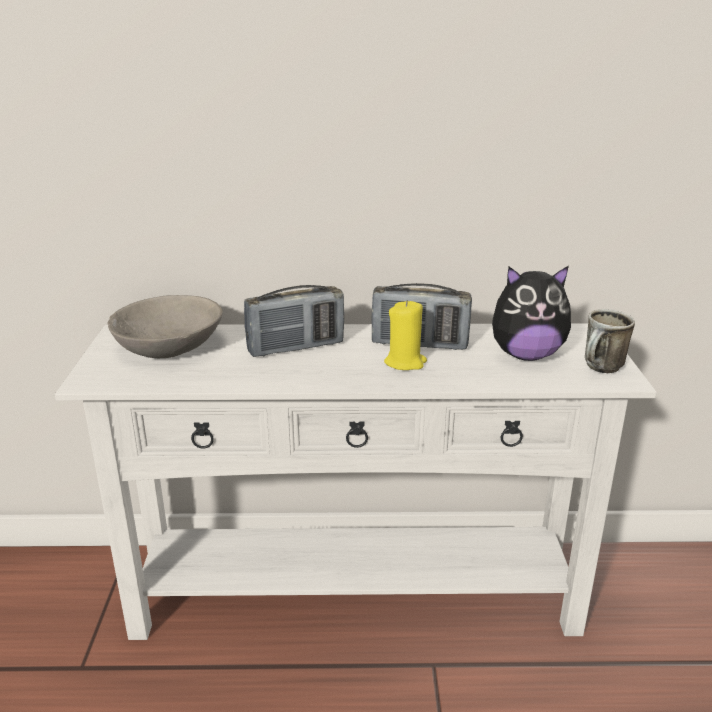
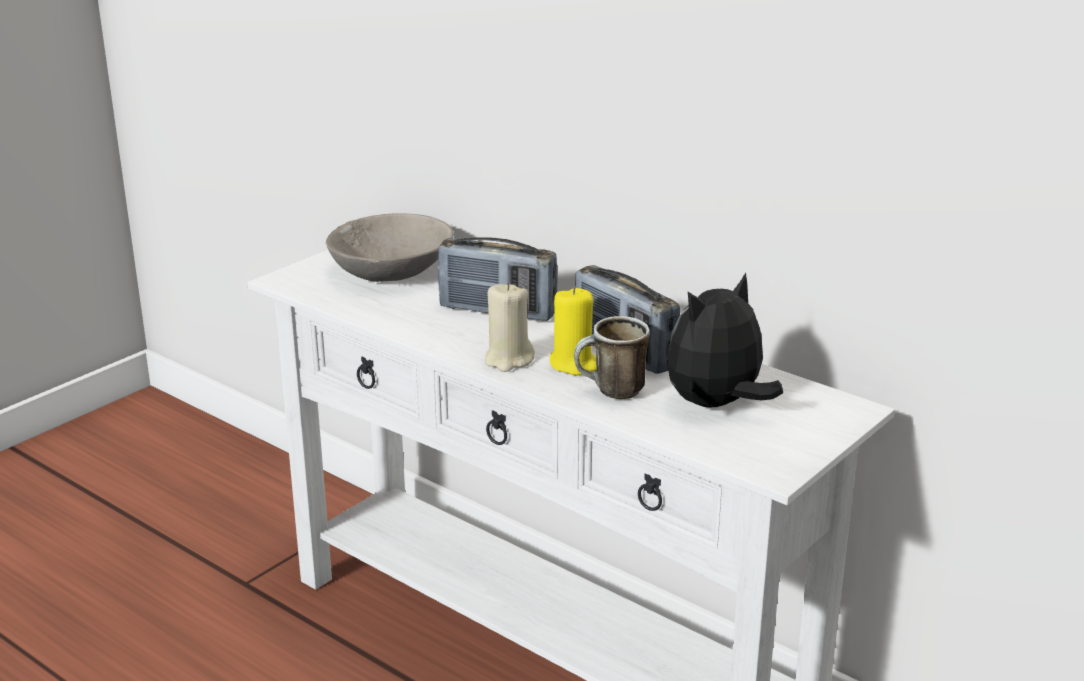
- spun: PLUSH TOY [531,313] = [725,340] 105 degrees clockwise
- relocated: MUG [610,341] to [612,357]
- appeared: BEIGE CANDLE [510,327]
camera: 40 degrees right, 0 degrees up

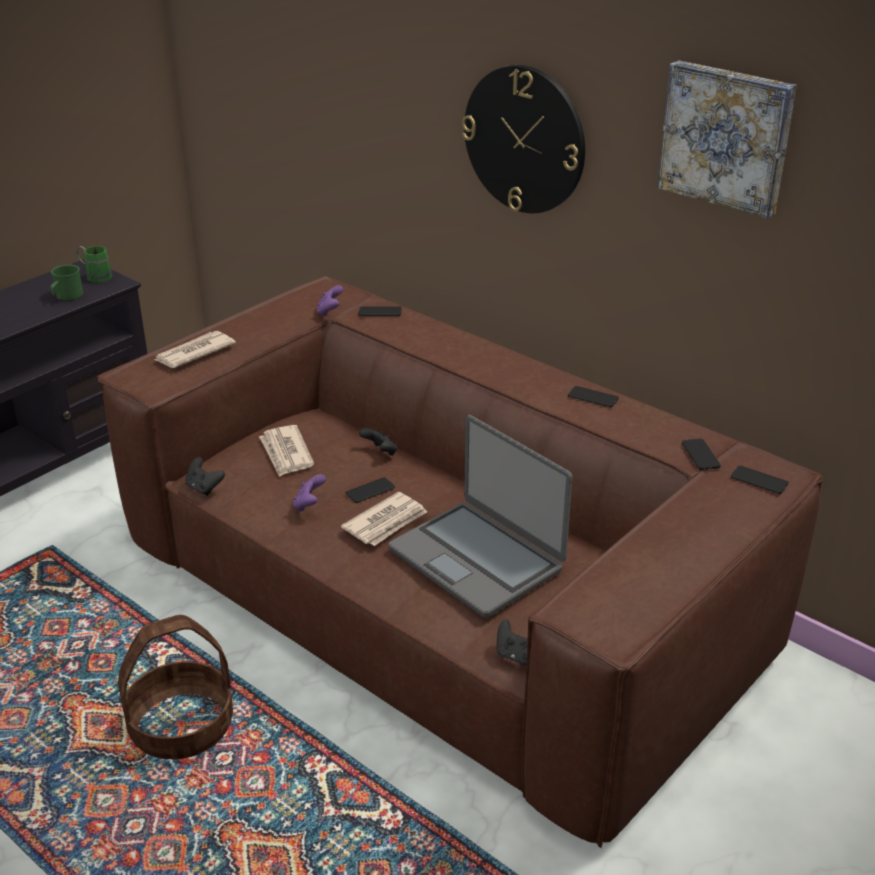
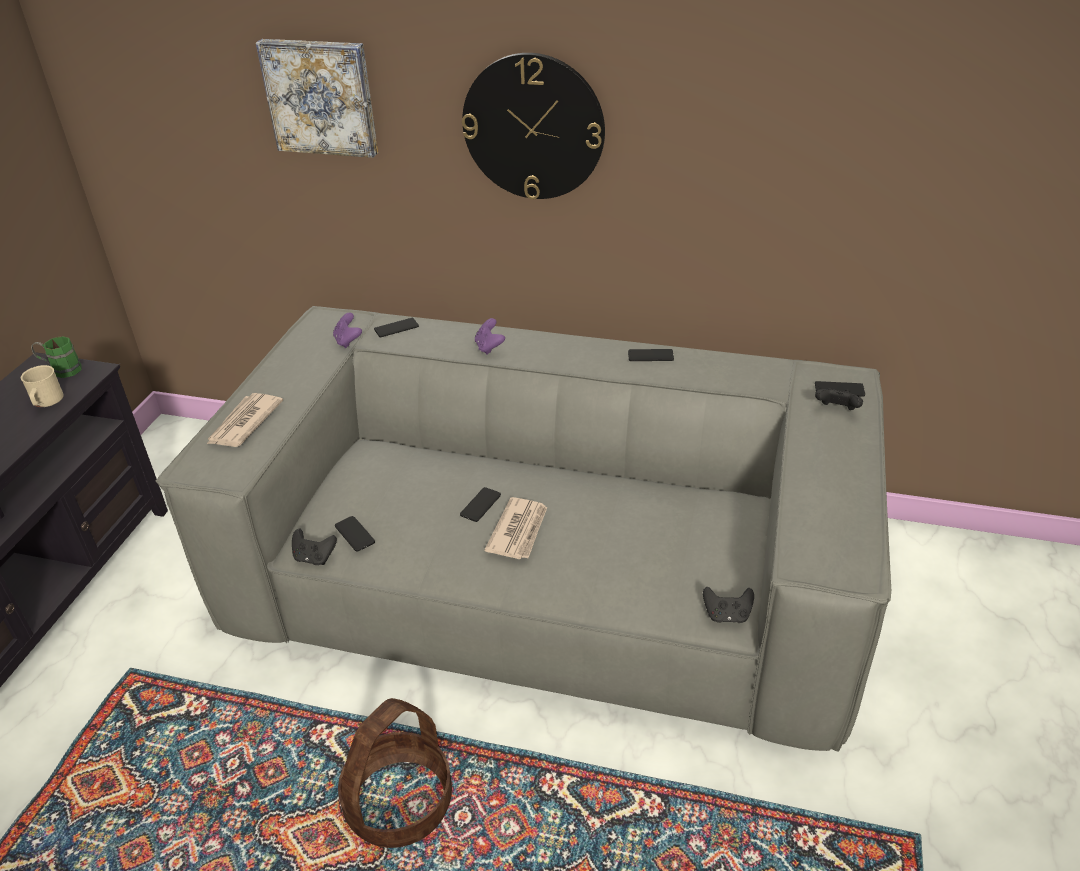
- relocated: PICTURE [727,139] to [317,98]
- colour: GREEN MUG [67,283] to BEIGE MUG [42,386]
- colour: BROWN SOFA [460,562] to GREY SOFA [523,529]
- missing: LAPTOP [481,516]
- missing: NEWSPAPER [286,451]
- relocated: BLACK GAME CONTROLLER [378,441] to [839,399]
- relocated: PHONE [701,454] to [355,534]
- relocated: PURPLE GAME CONTROLLER [309,493] to [490,336]
camera: 25 degrees left, 5 degrees up

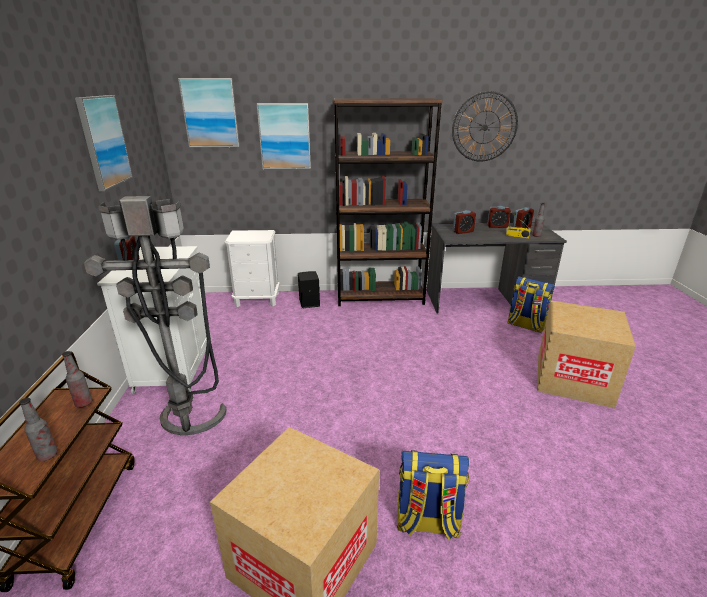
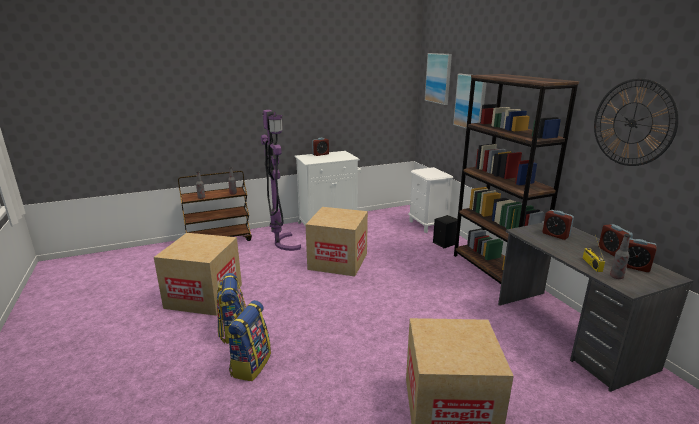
- missing: PICTURE [104,143]
- colour: GREY FLOOR LAMP [155,315] to PURPLE FLOOR LAMP [281,180]
- relocated: BACKPACK [531,305] to [249,340]
- appeared: CARDBOARD BOX [337,241]
camera: 70 degrees right, 5 degrees down

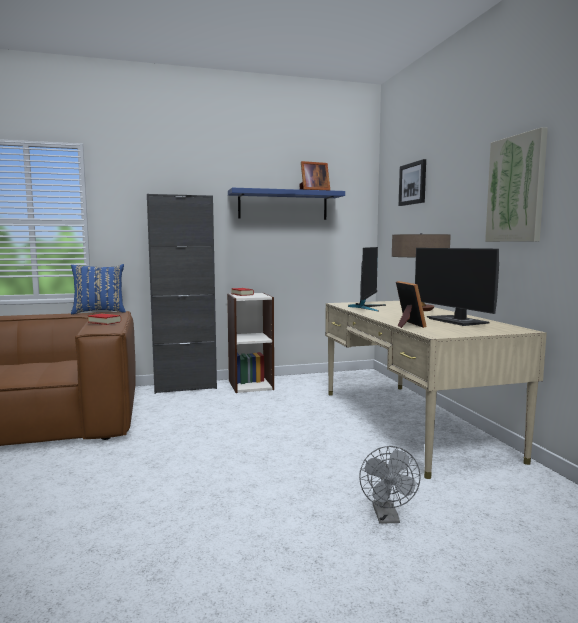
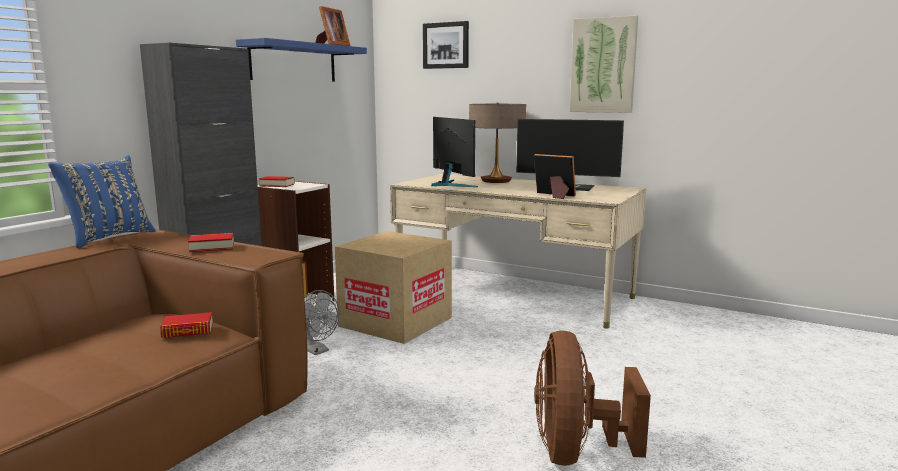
- relocated: GREY FAN [390,484] to [321,322]
- appeared: CARDBOARD BOX [393,287]
- appeared: BOOK [186,325]
- appeared: BROWN FAN [592,398]
camera: 45 degrees left, 5 degrees up

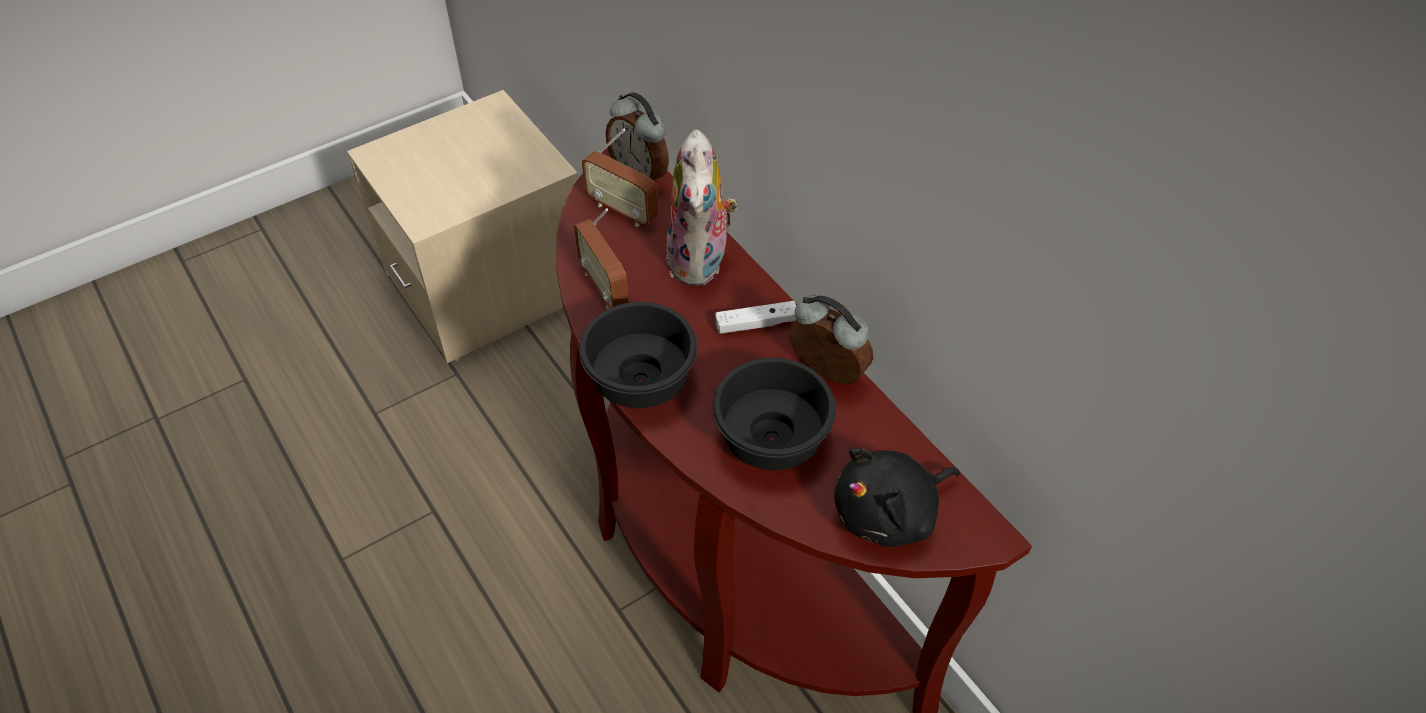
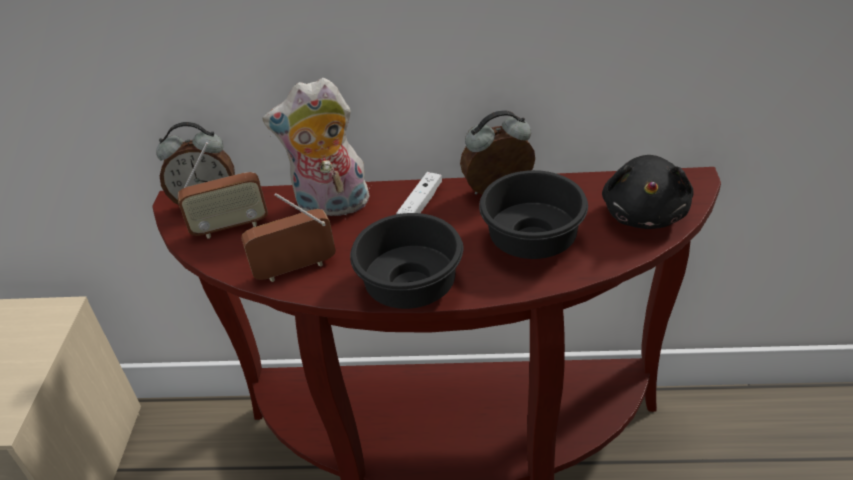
- spun: PLUSH TOY [702,208] = [316,147] 135 degrees clockwise
- spun: RADIO [601,258] = [288,237] 150 degrees clockwise
camera: 50 degrees left, 10 degrees down

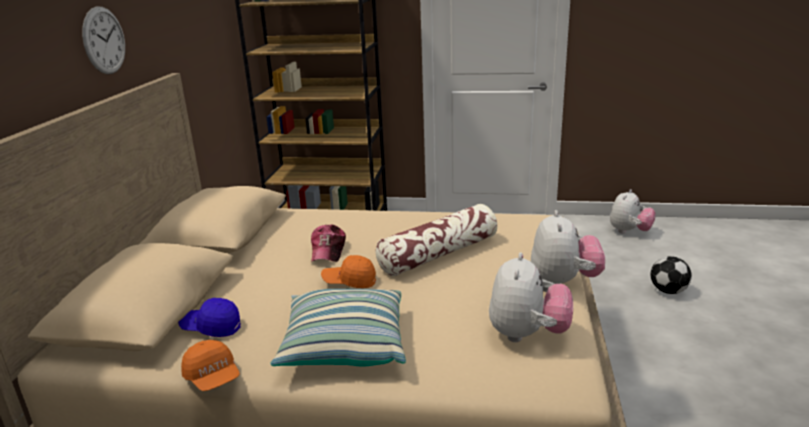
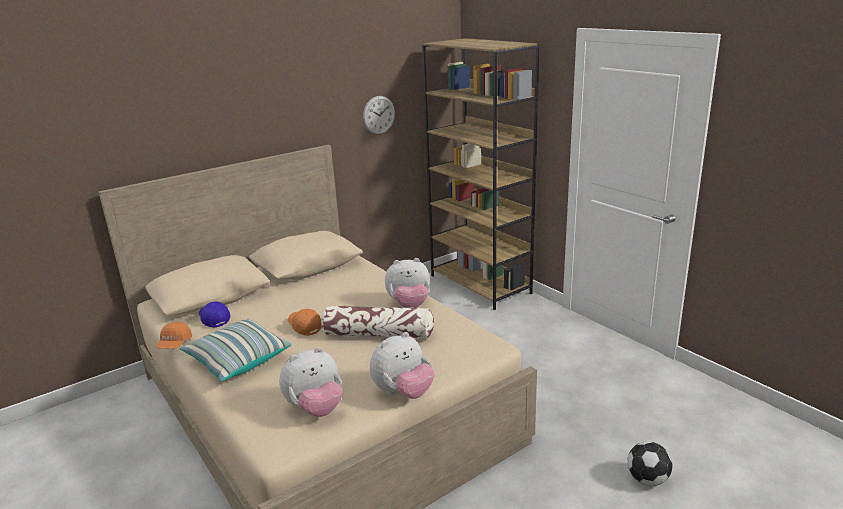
- relocated: WALL CLOCK [103,40] to [379,115]
- relocated: PLUSH TOY [633,211] to [407,283]
- missing: CAP [328,243]
camera: 45 degrees right, 0 degrees up

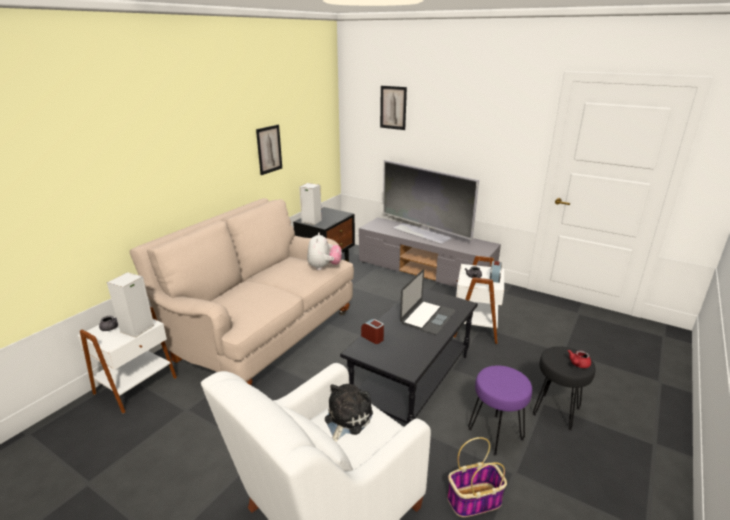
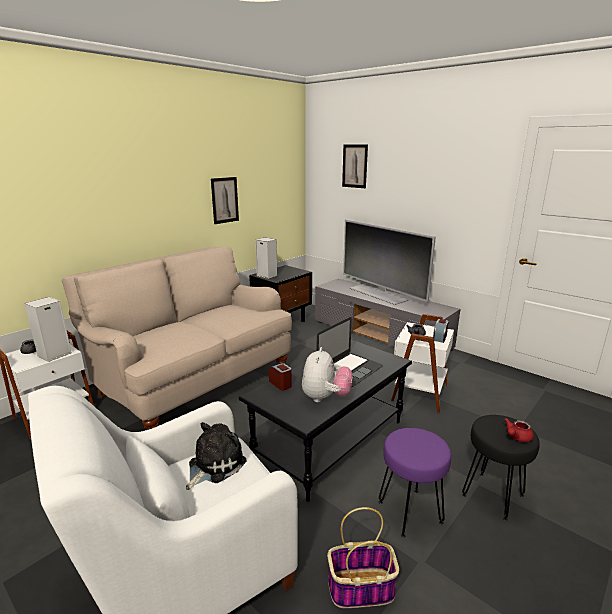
- relocated: PLUSH TOY [324,251] to [327,374]
camera: 10 degrees right, 5 degrees down

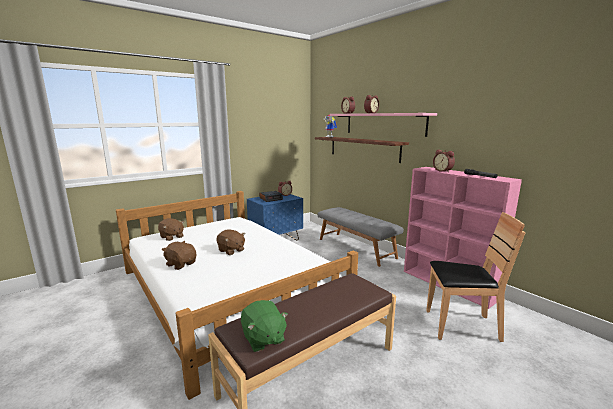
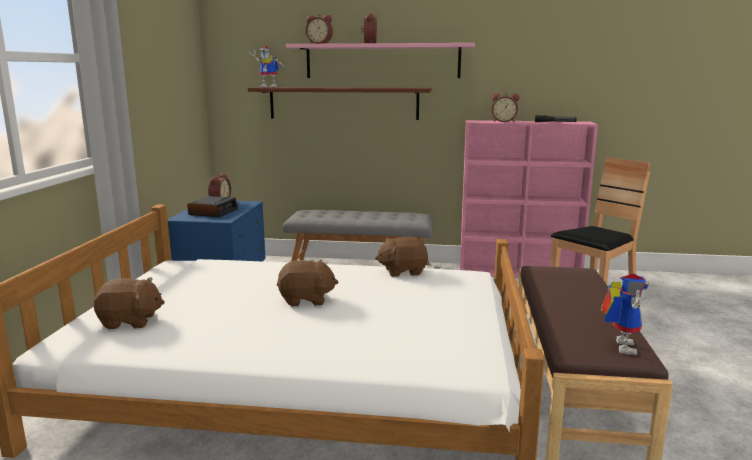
- relocated: BROWN PLUSH TOY [179,255] to [401,257]
- exchanged: GREEN PLUSH TOY [264,326] to TOY ROBOT [625,314]
camera: 45 degrees left, 0 degrees up

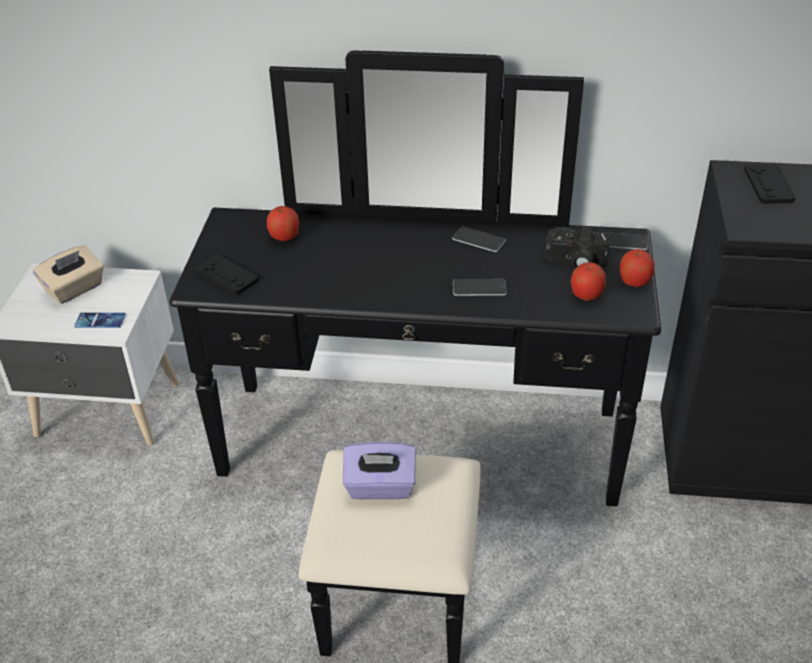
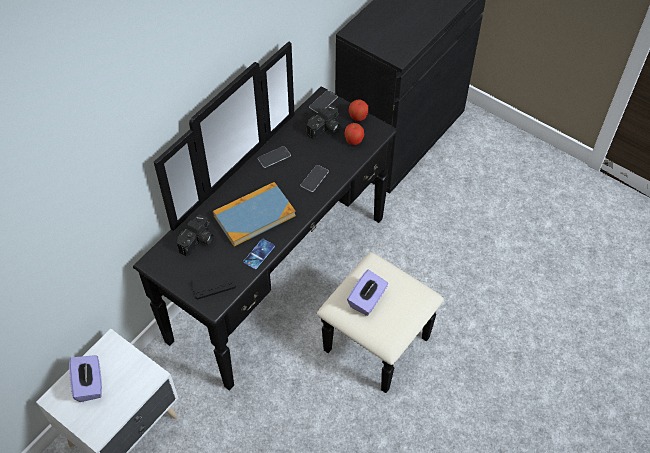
- missing: BLACK GAME CONTROLLER [769,184]
- exchanged: APPLE [283,223] to PHOTO CAMERA [195,235]
- colour: BEIGE TISSUE BOX [68,274] to PURPLE TISSUE BOX [85,378]
- relocated: PHONE [100,320] to [259,254]
- appeared: BOOK [254,214]
camera: 60 degrees left, 15 degrees up

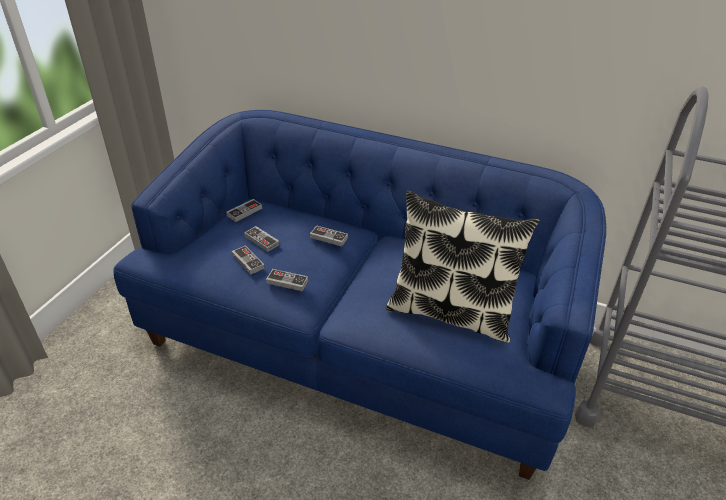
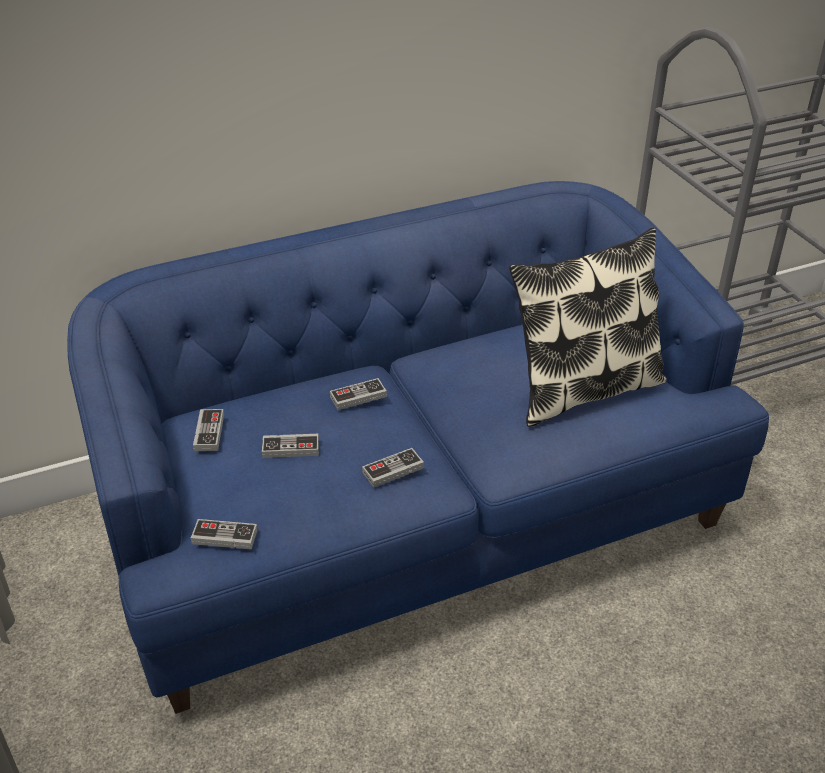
- relocated: GAME CONTROLLER [248,260] to [224,534]
camera: 45 degrees left, 0 degrees up

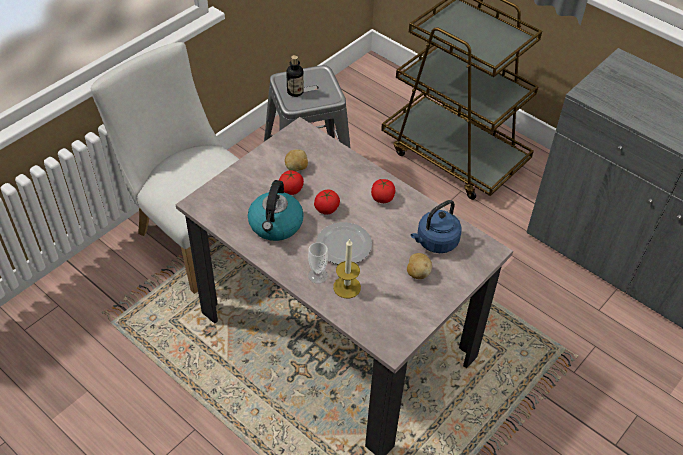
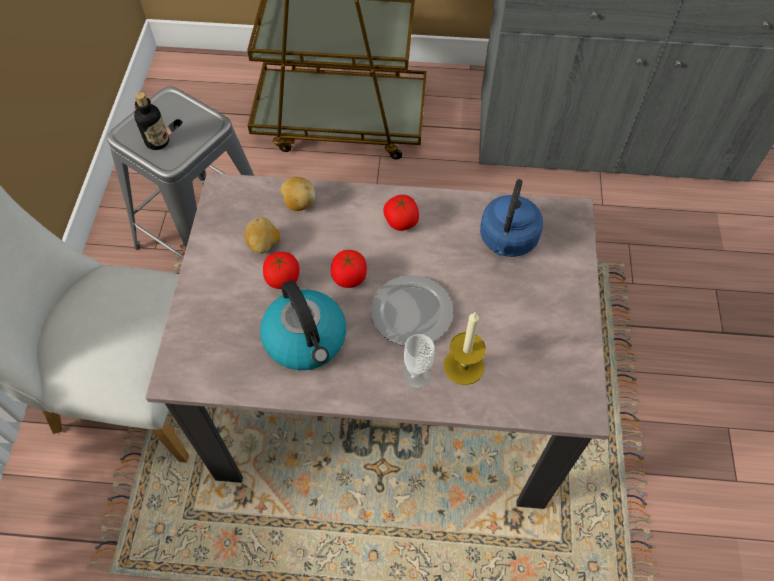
- relocated: POTATO [419,266] to [298,194]
camera: 35 degrees left, 10 degrees up

